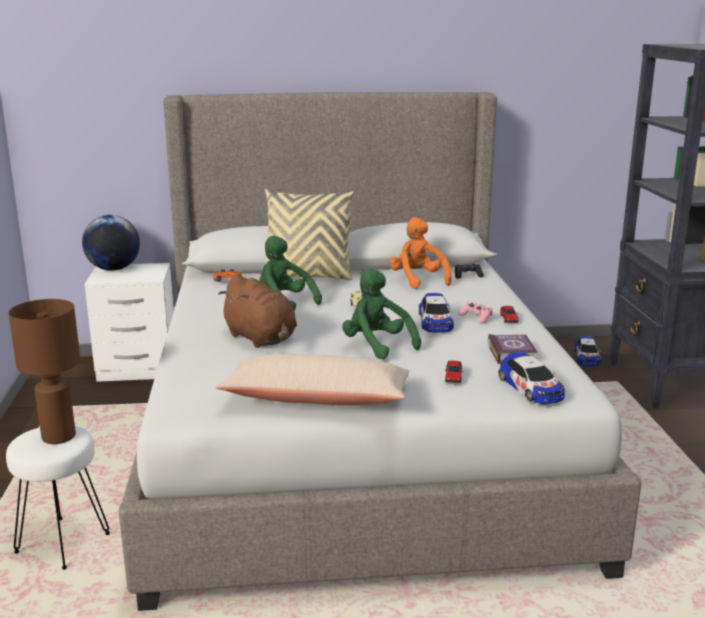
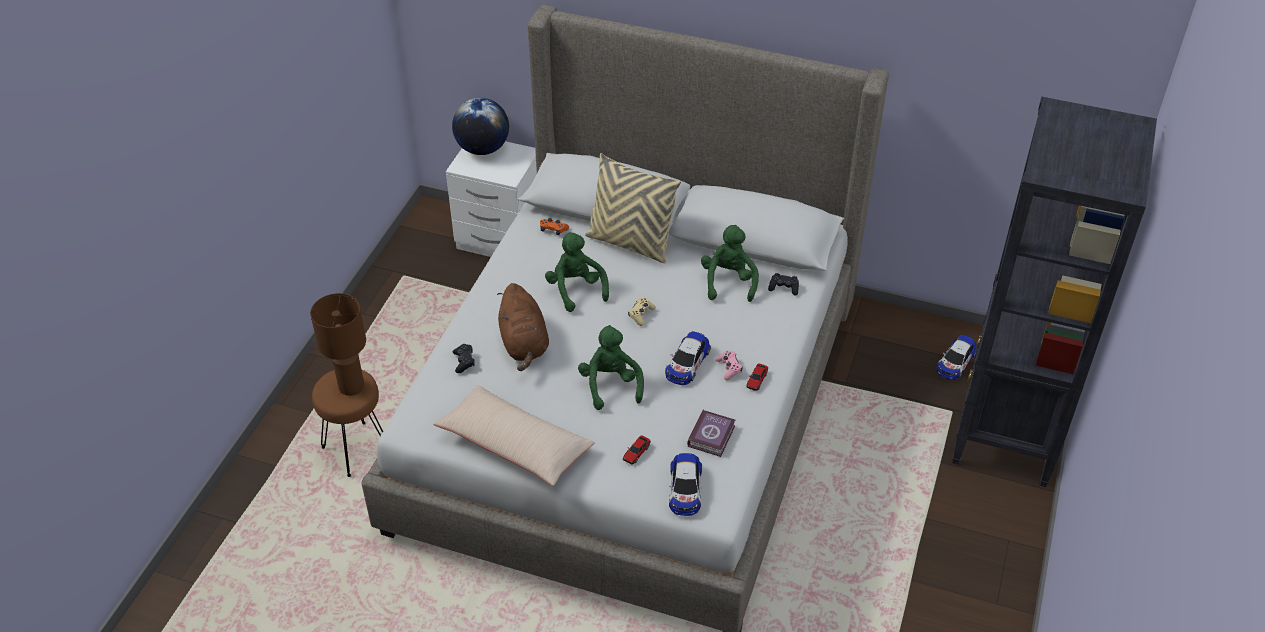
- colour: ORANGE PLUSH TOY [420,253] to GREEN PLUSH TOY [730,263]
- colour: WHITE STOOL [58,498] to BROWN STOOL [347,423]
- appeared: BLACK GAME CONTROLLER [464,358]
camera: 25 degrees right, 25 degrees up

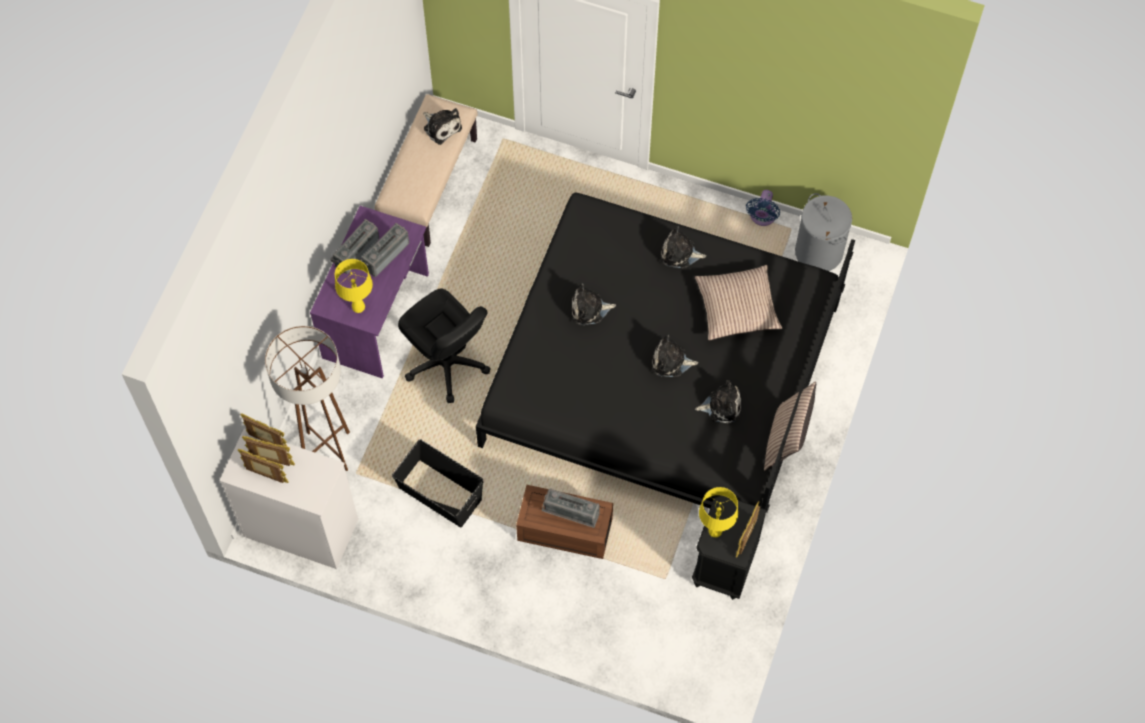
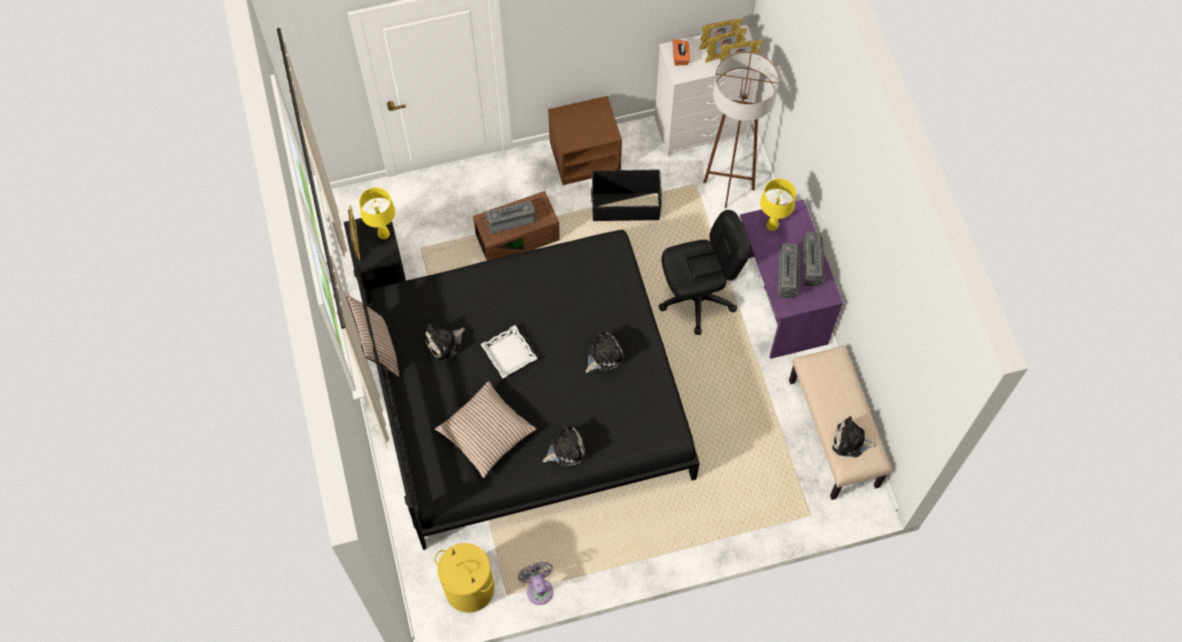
- colour: BLUE FAN [763,208] to GREY FAN [535,583]
- colour: GREY LAUNDRY BASKET [823,232] to YELLOW LAUNDRY BASKET [464,578]
- spun: BLACK OFFICE CHAIR [444,346] = [704,272] 150 degrees clockwise
- exchanged: PLUSH TOY [675,355] to WHITE TRAY [509,351]
- appeared: ORANGE TISSUE BOX [681,52]
- appeared: BROWN NIGHTSTAND [585,140]
camera: 145 degrees right, 0 degrees up

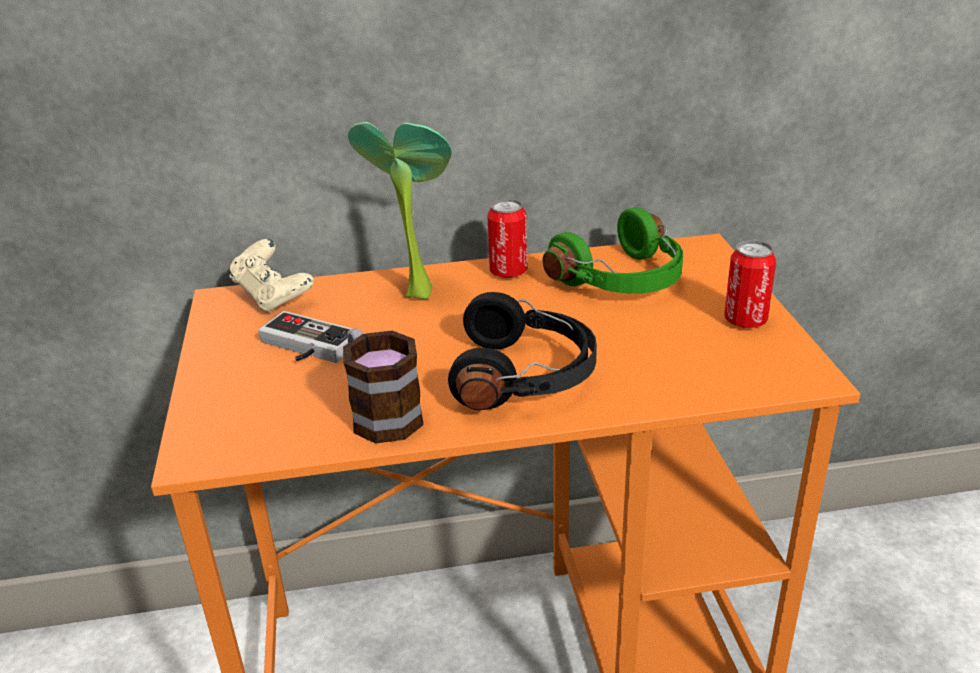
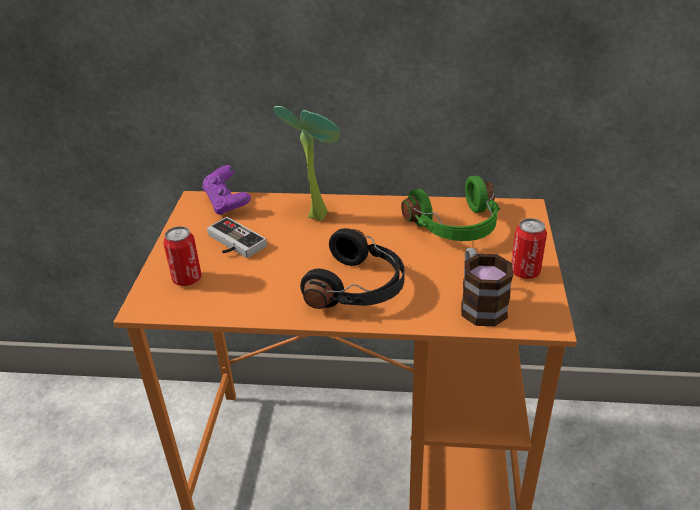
- relocated: CAN [507,238] to [182,256]
- colour: BEIGE GAME CONTROLLER [271,275] to PURPLE GAME CONTROLLER [226,190]
- relocated: MUG [383,386] to [487,287]
camera: 15 degrees right, 5 degrees up

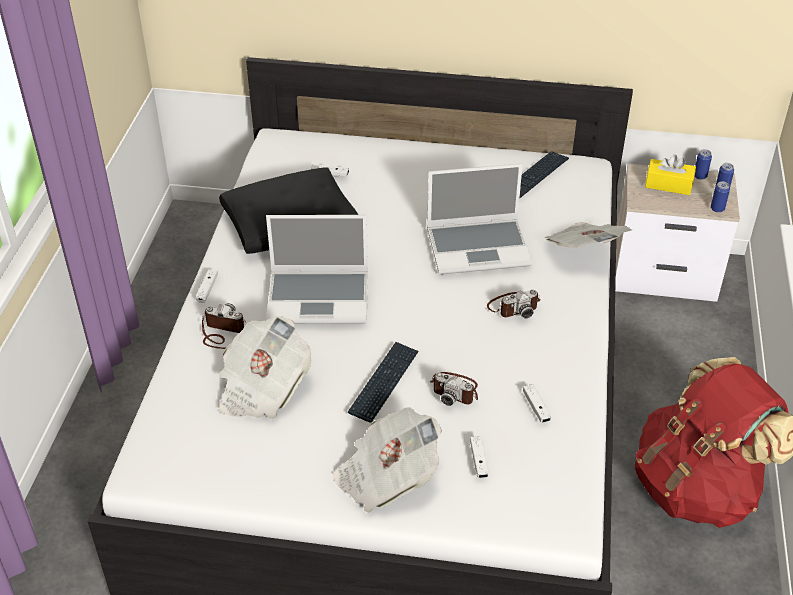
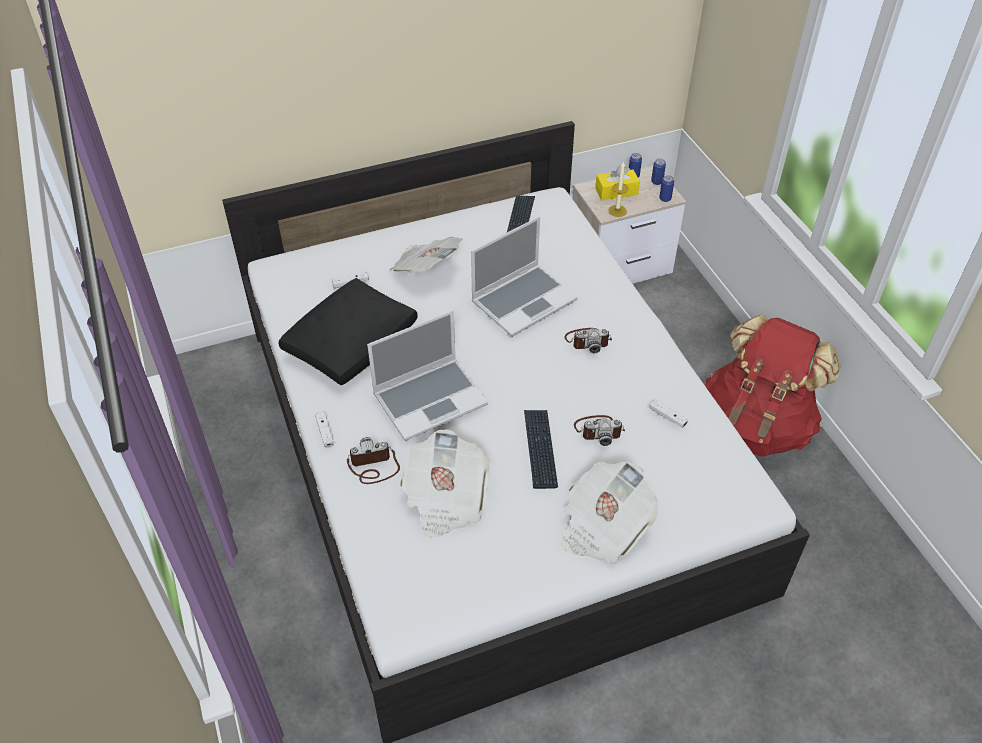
- relocated: NEWSPAPER [588,235] to [426,255]
- spun: PHOTO CAMERA [514,304] = [588,340] 45 degrees clockwise
- missing: WHITE GAME CONTROLLER [479,457]
- appeared: CANDLE [618,189]
camera: 30 degrees left, 5 degrees up

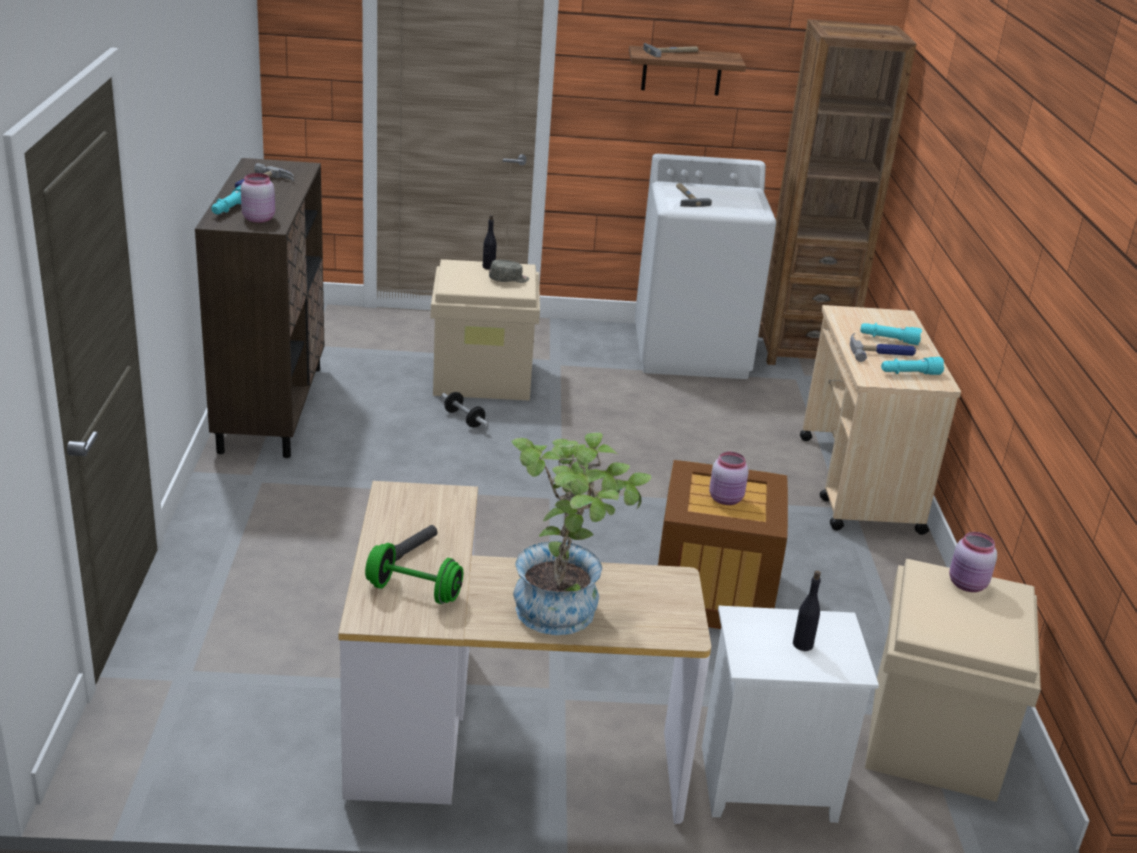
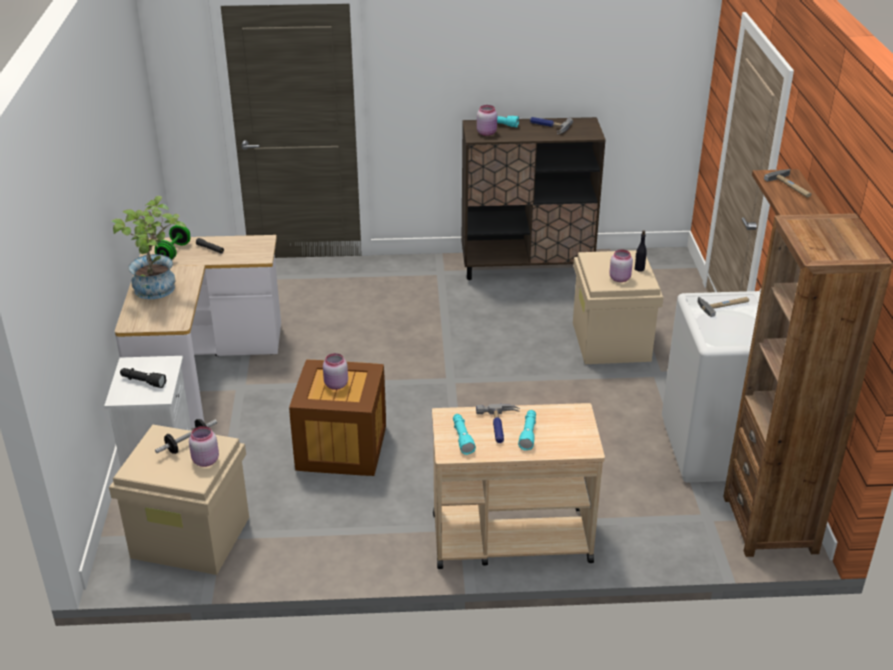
- exchanged: GREY CAP [509,271] to PINK JAR [621,265]
- relocated: DUMBBELL [465,409] to [186,436]
- exchanged: BLACK BOTTLE [807,611] to BLACK FLASHLIGHT [143,378]
camera: 90 degrees right, 5 degrees up

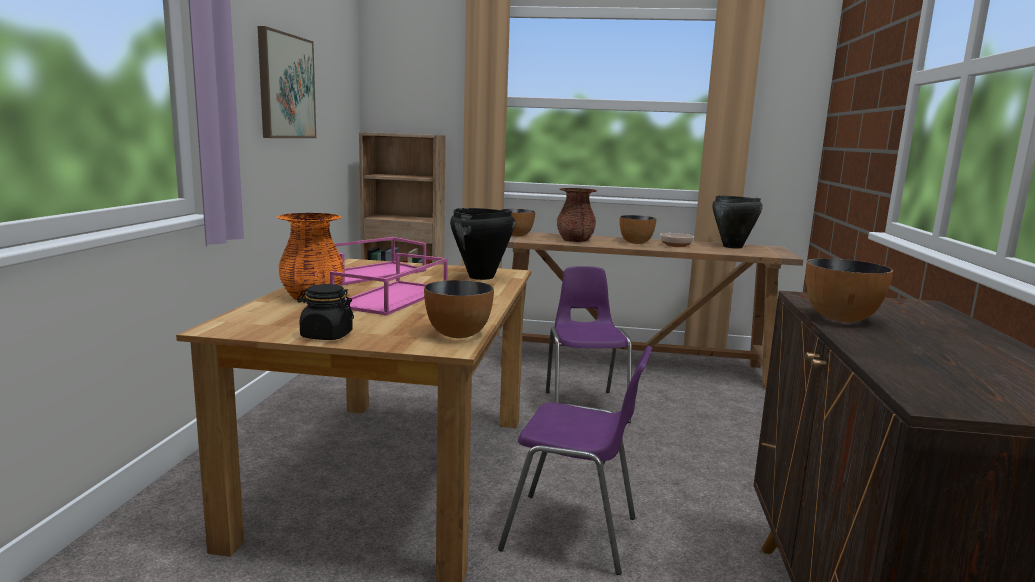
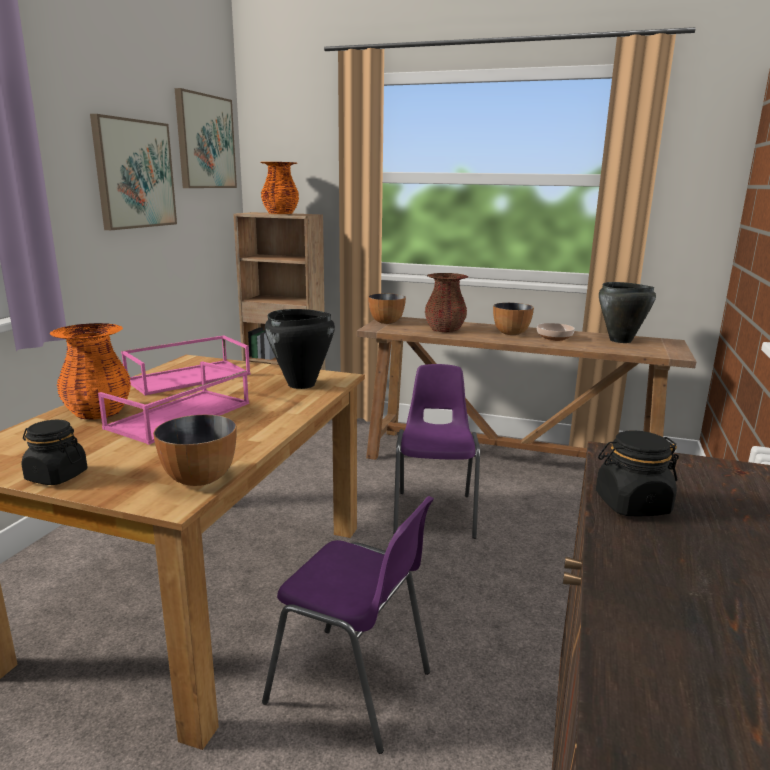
- exchanged: BOWL [849,290] to BLACK JAR [637,473]
- appeared: PICTURE [206,138]
- appeared: ORANGE VASE [280,188]
camera: 10 degrees right, 5 degrees up

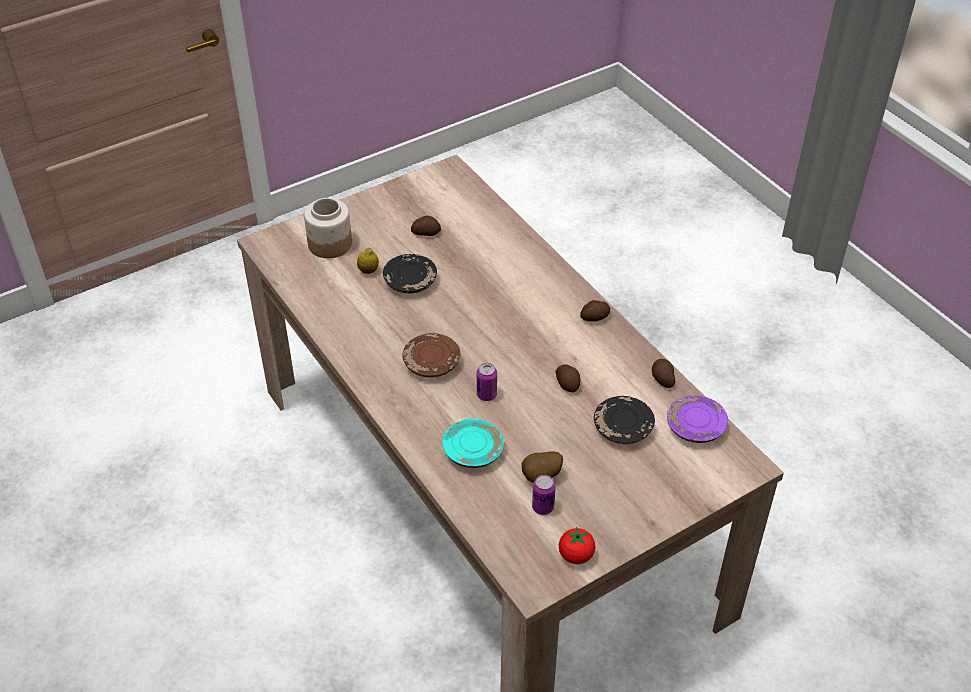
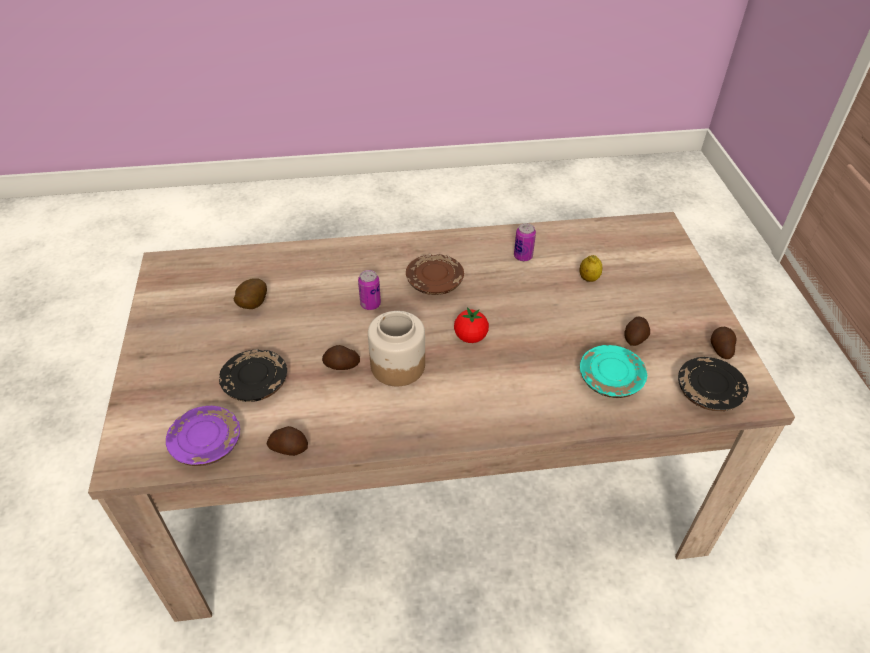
- relocated: JAR [328,228] to [396,348]
- relocated: BLACK PLATE [410,273] to [713,384]
- relocated: POTATO [595,311] to [723,343]
- relocated: TURQUOISE PLATE [473,443] to [613,371]
- relocated: CAN [544,495] to [525,242]
- relocated: TOMATO [577,545] to [471,325]
camera: 115 degrees right, 0 degrees up

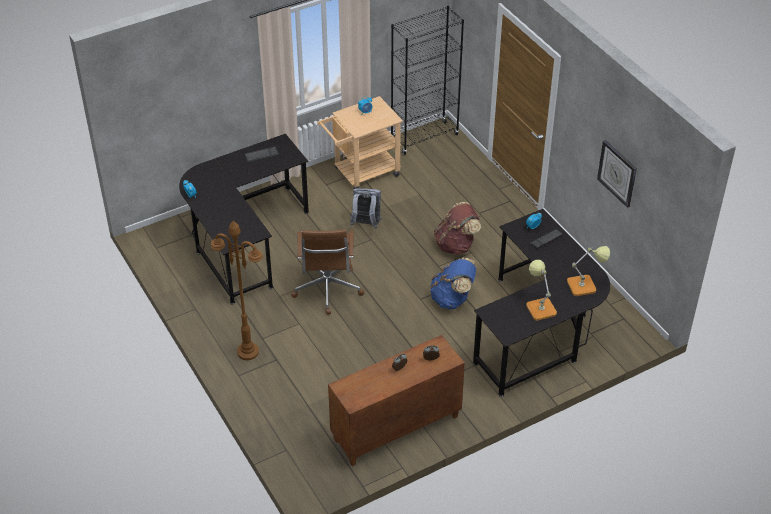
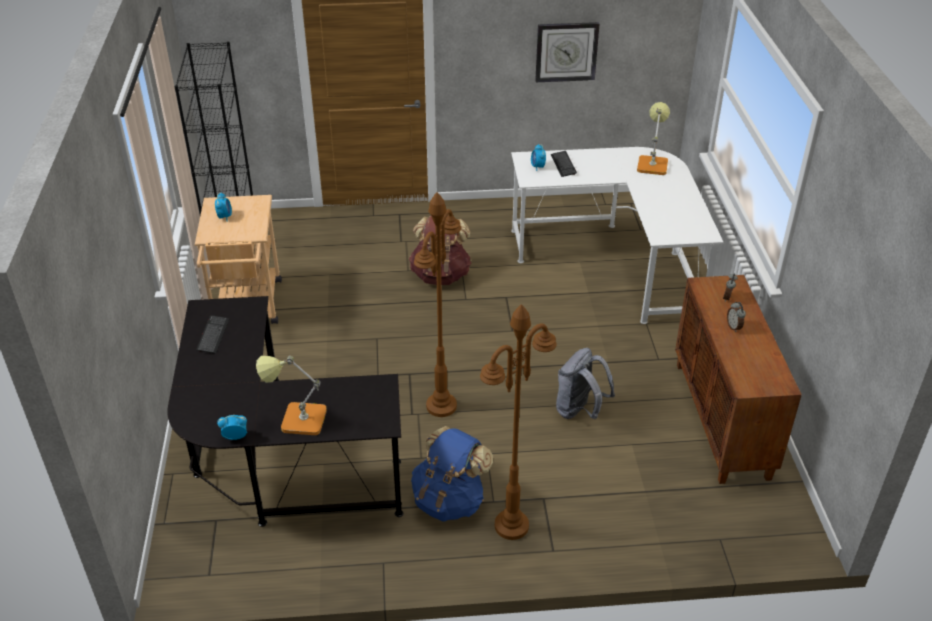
- relocated: GREY BACKPACK [366,208] to [585,383]
- colour: BLACK DESK [541,303] to WHITE DESK [617,235]
- exchanged: BROWN OFFICE CHAIR [327,272] to BROWN FLOOR LAMP [437,304]
- relocated: BLUE BACKPACK [453,283] to [452,474]
- relocated: TABLE LAMP [541,290] to [291,395]
camera: 65 degrees left, 5 degrees down

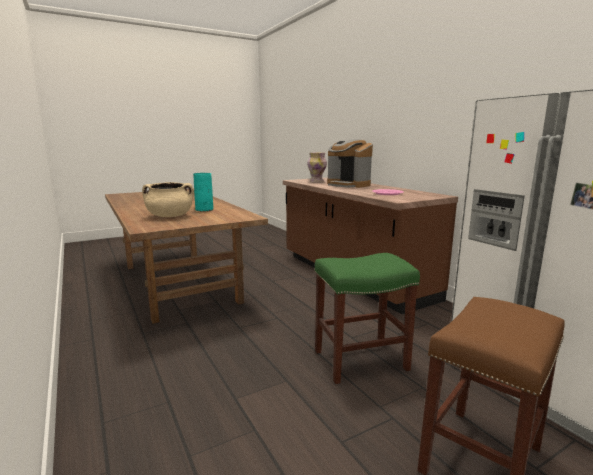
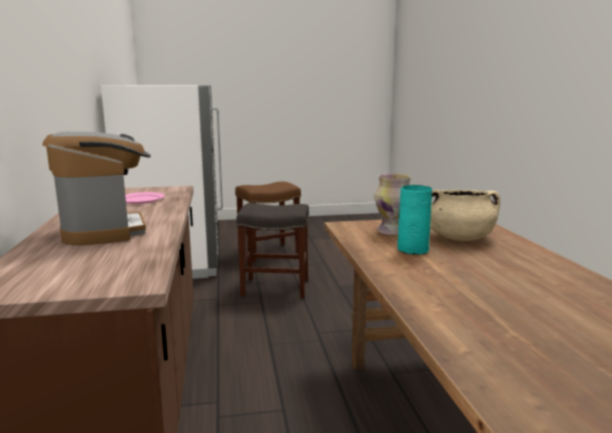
- relocated: VASE [317,167] to [392,204]
- colour: GREEN STOOL [367,318] to GREY STOOL [272,250]
camera: 160 degrees left, 0 degrees up

